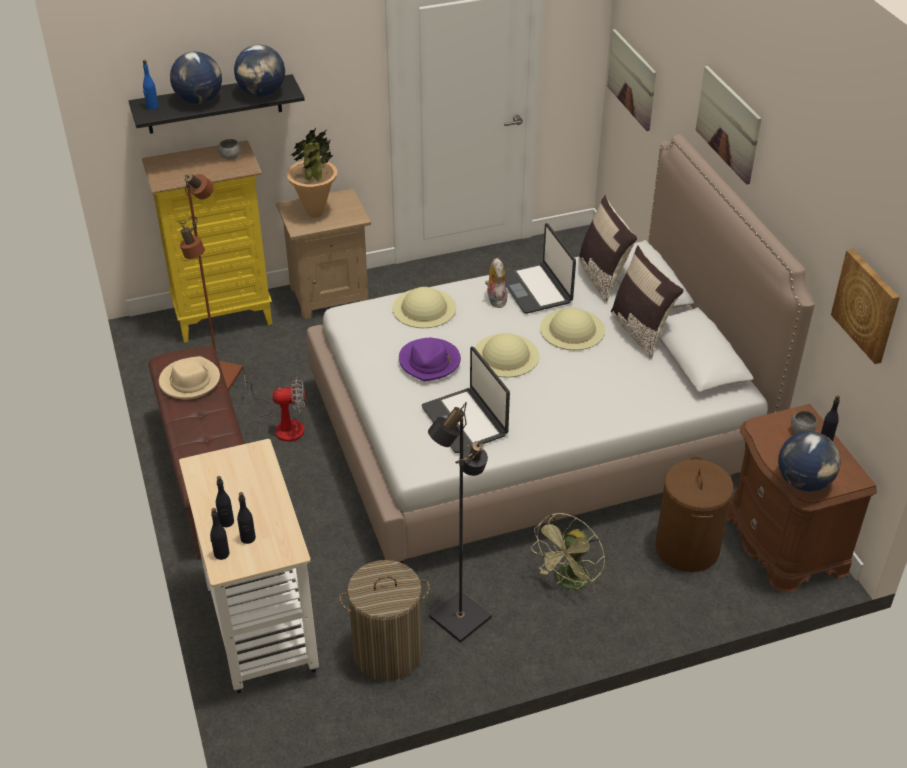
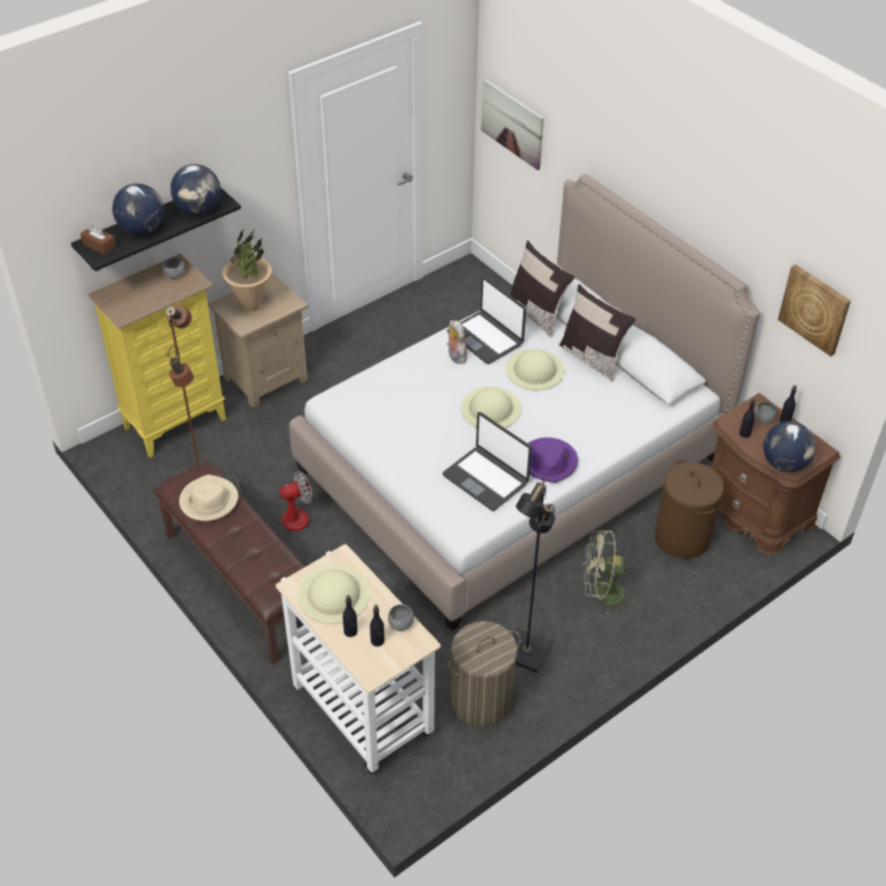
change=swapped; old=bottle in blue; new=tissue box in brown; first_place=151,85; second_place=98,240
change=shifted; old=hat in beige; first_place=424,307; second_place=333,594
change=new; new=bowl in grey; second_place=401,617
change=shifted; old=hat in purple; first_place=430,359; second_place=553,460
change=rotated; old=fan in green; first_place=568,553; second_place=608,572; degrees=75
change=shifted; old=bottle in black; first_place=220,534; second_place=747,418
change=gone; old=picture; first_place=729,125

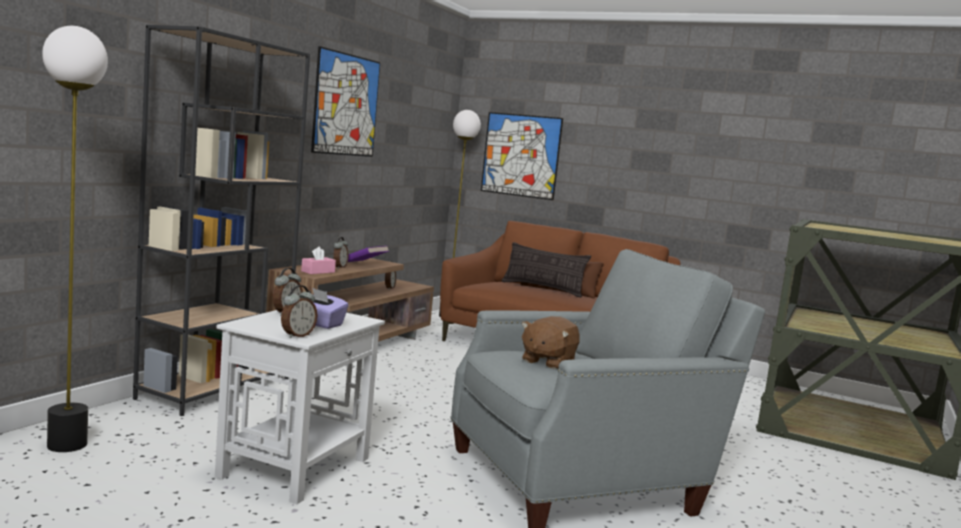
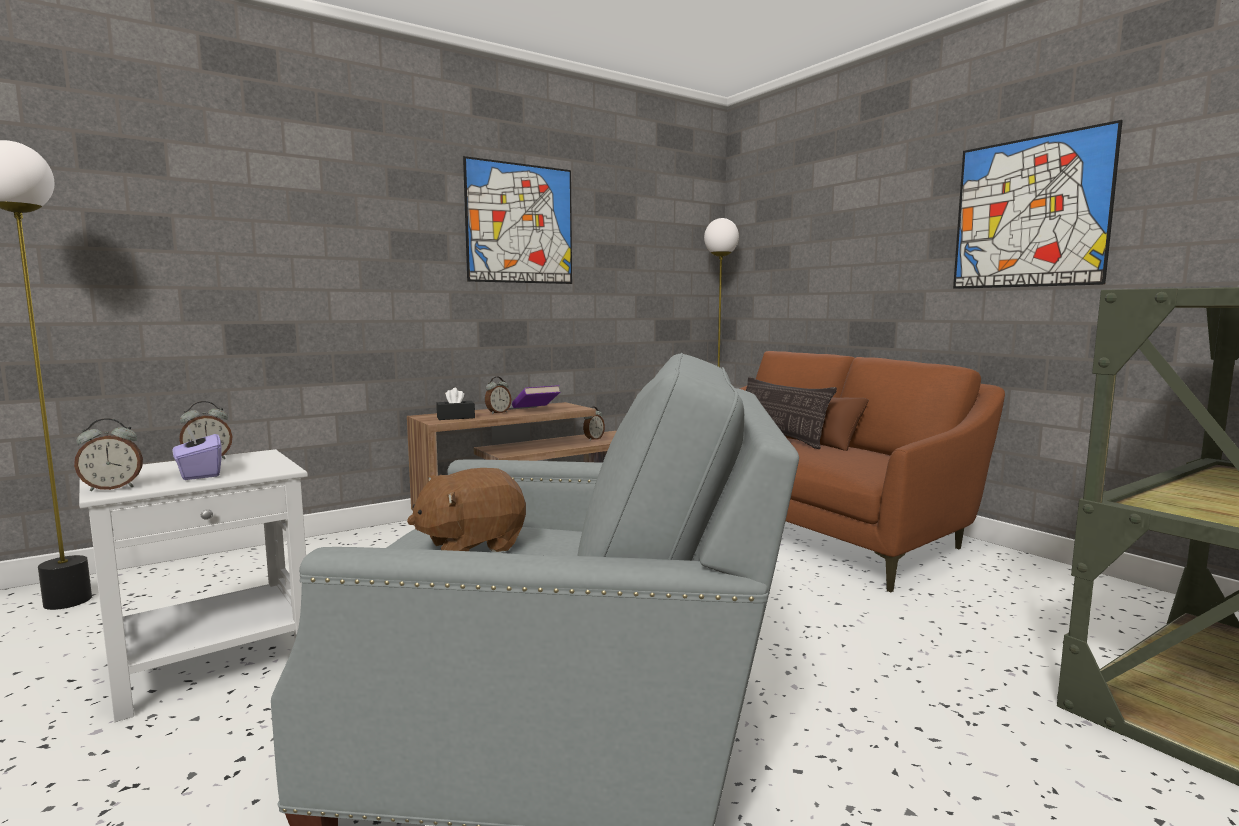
change=repainted; old=tissue box in pink; new=tissue box in black; first_place=318,260; second_place=455,404
change=shifted; old=picture; first_place=522,156; second_place=1038,204
change=gone; old=bookcase; first_place=221,220

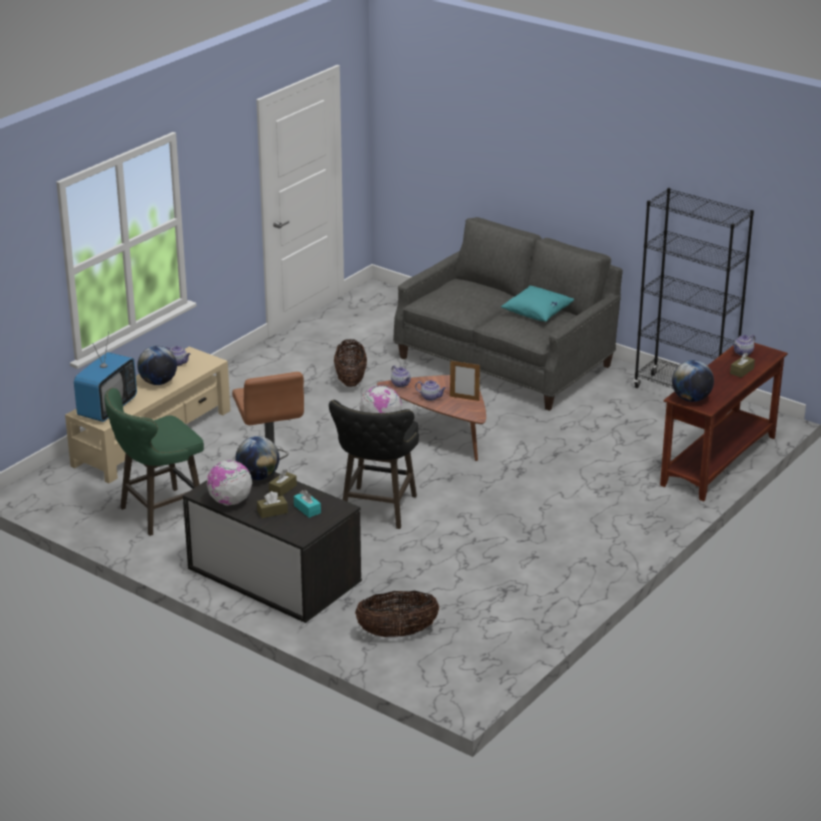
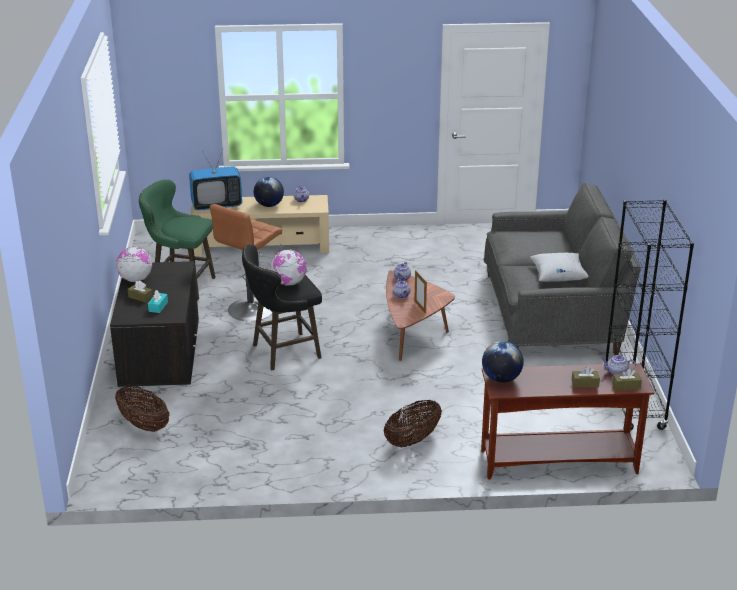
change=shifted; old=basket; first_place=350,363; second_place=413,423
change=repainted; old=pillow in turquoise; new=pillow in grey; first_place=537,304; second_place=559,267
change=shifted; old=tissue box in brown; first_place=283,482; second_place=627,380
change=gone; old=globe; first_place=257,458

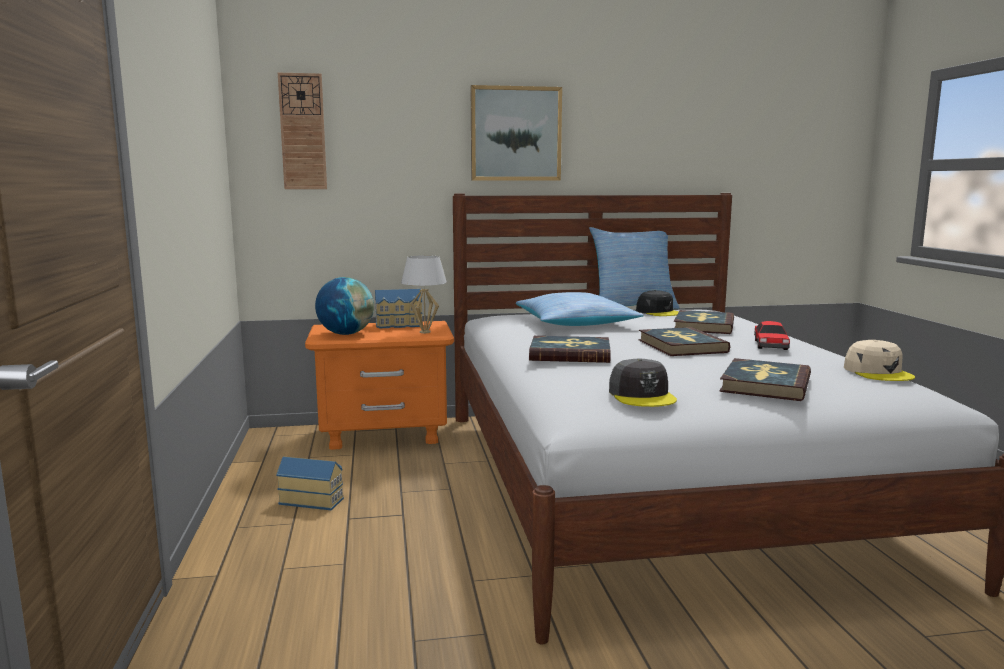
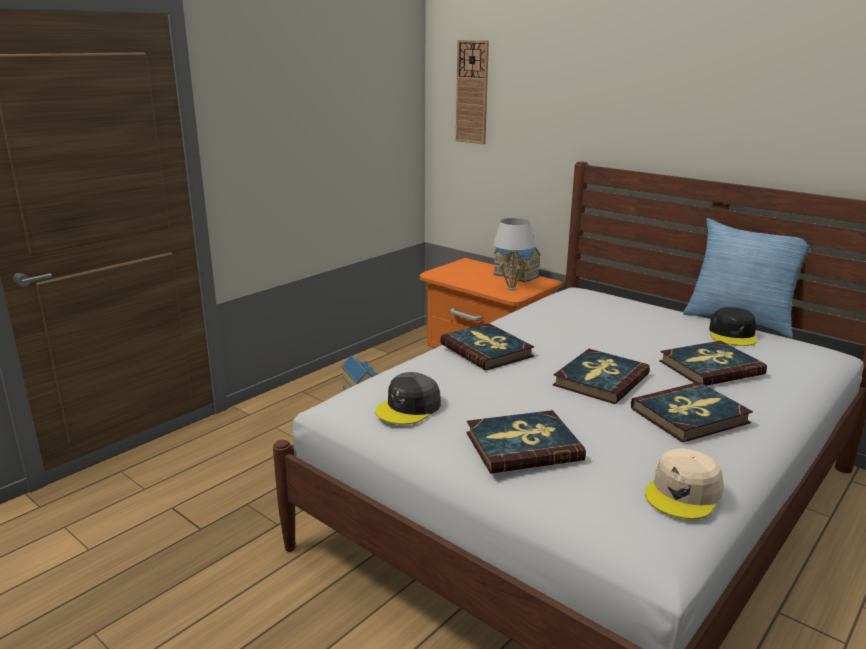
change=swapped; old=toy car; new=book; first_place=772,335; second_place=692,412
change=gone; old=globe; first_place=344,306
change=gone; old=picture; first_place=516,132
change=gone; old=pillow; first_place=580,309

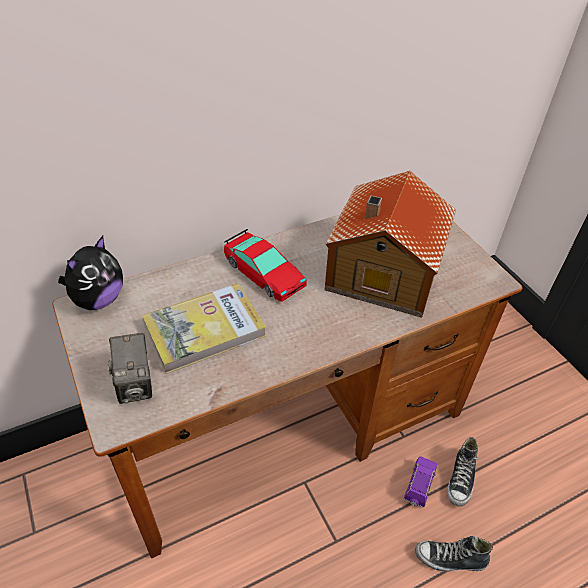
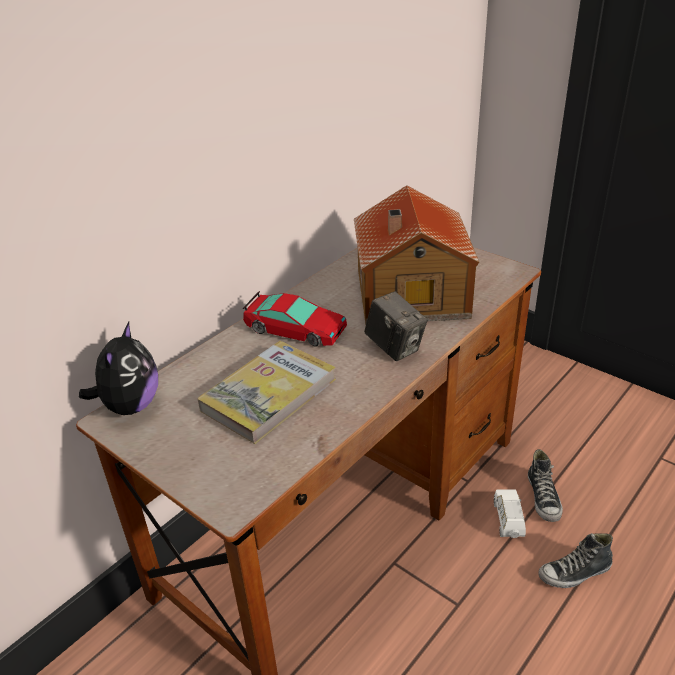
change=shifted; old=photo camera; first_place=130,368; second_place=396,326
change=repainted; old=toy car in purple; new=toy car in white; first_place=420,482; second_place=510,513

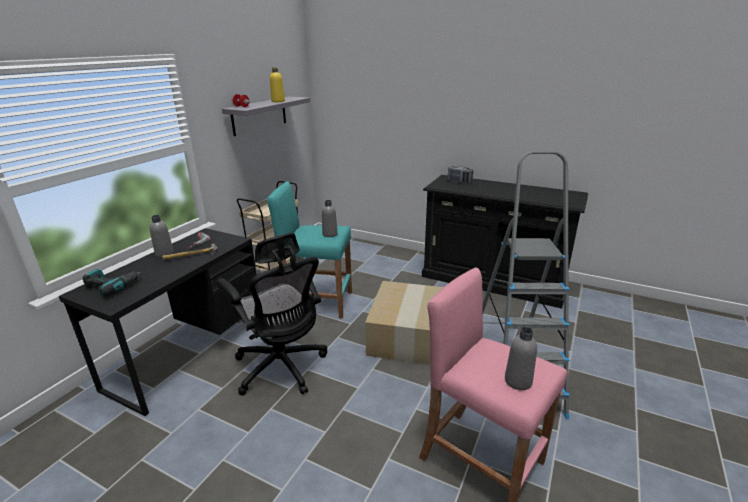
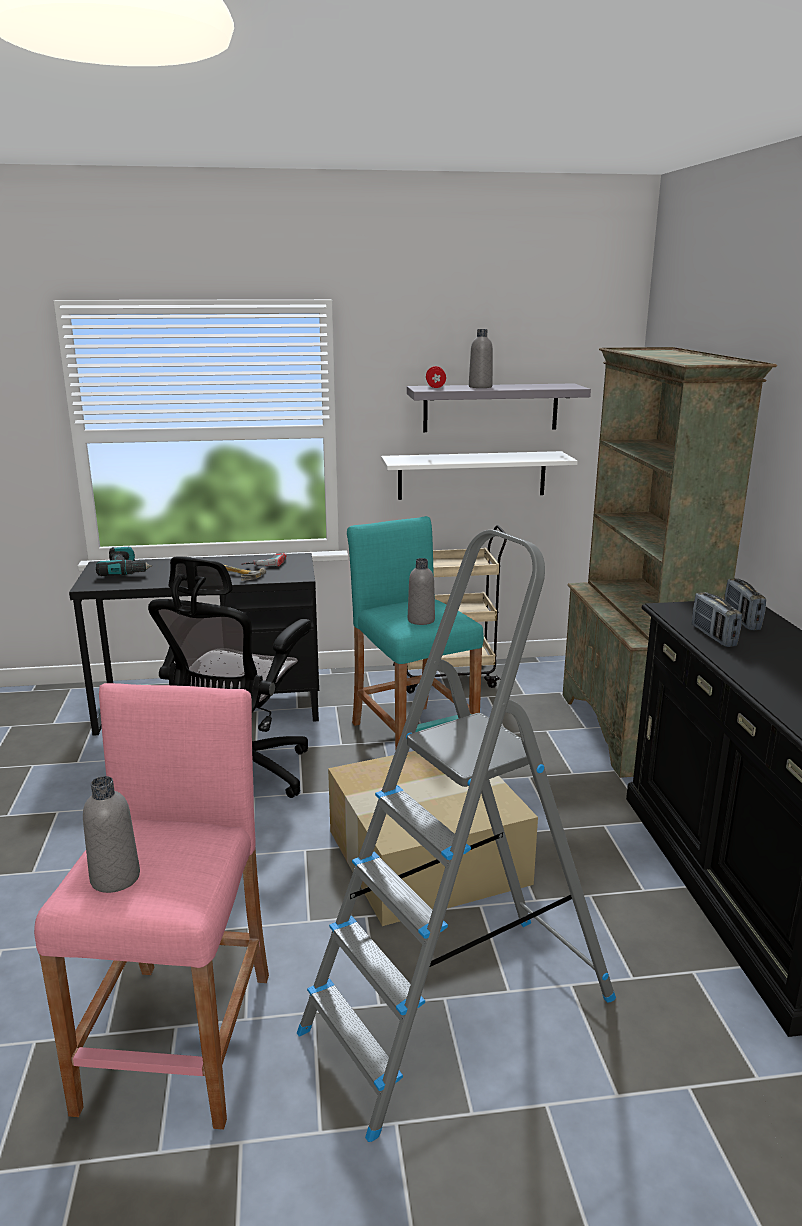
change=new; new=shelf in white; second_place=479,475
change=shifted; old=bottle in grey; first_place=162,236; second_place=481,358
change=new; new=bookcase in green; second_place=670,562
change=new; new=radio; second_place=717,619
change=gone; old=bottle in yellow; first_place=277,85

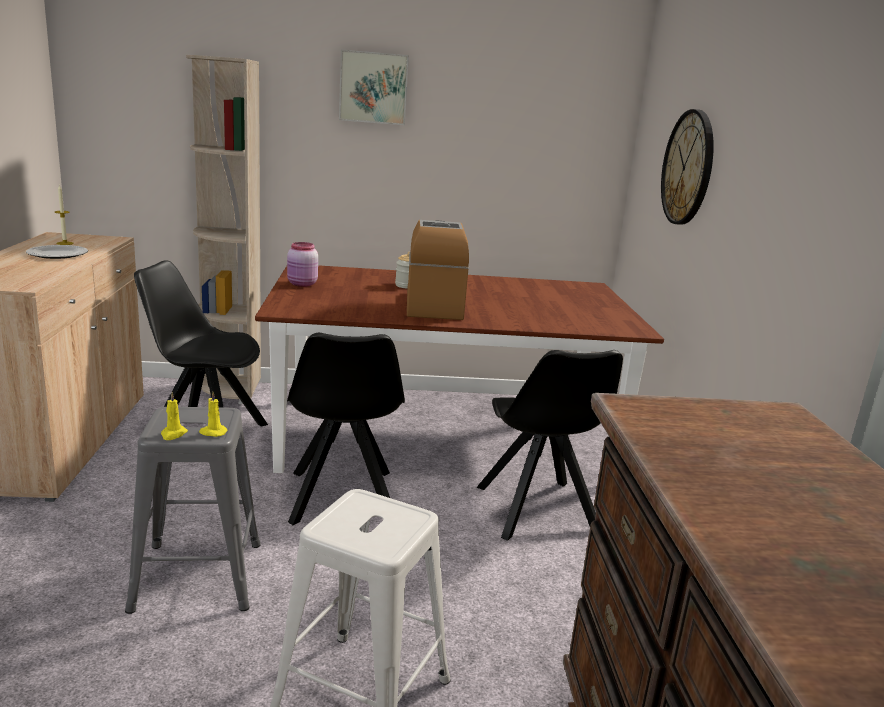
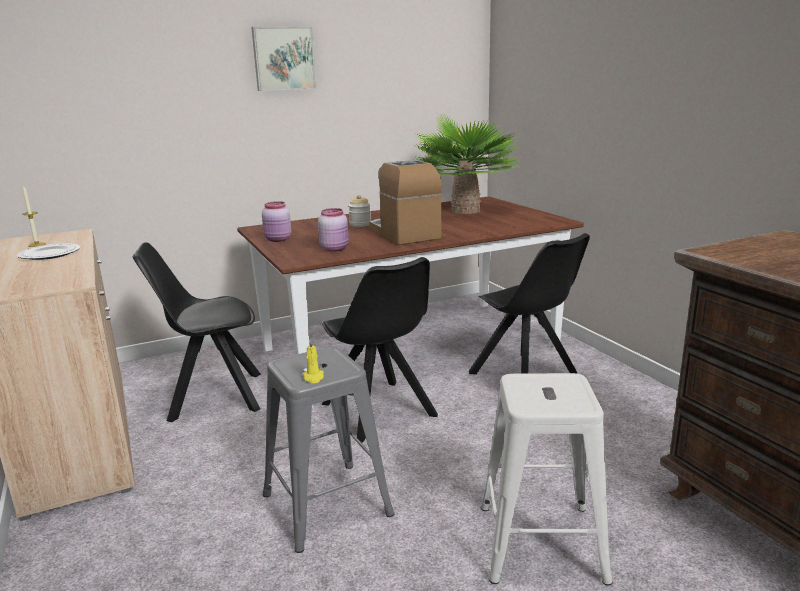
change=new; new=jar in pink; second_place=333,230
change=new; new=potted plant; second_place=468,164
change=gone; old=bookcase in beige; first_place=223,229
change=gone; old=candle in yellow; first_place=213,414
change=gone; old=wall clock; first_place=687,167

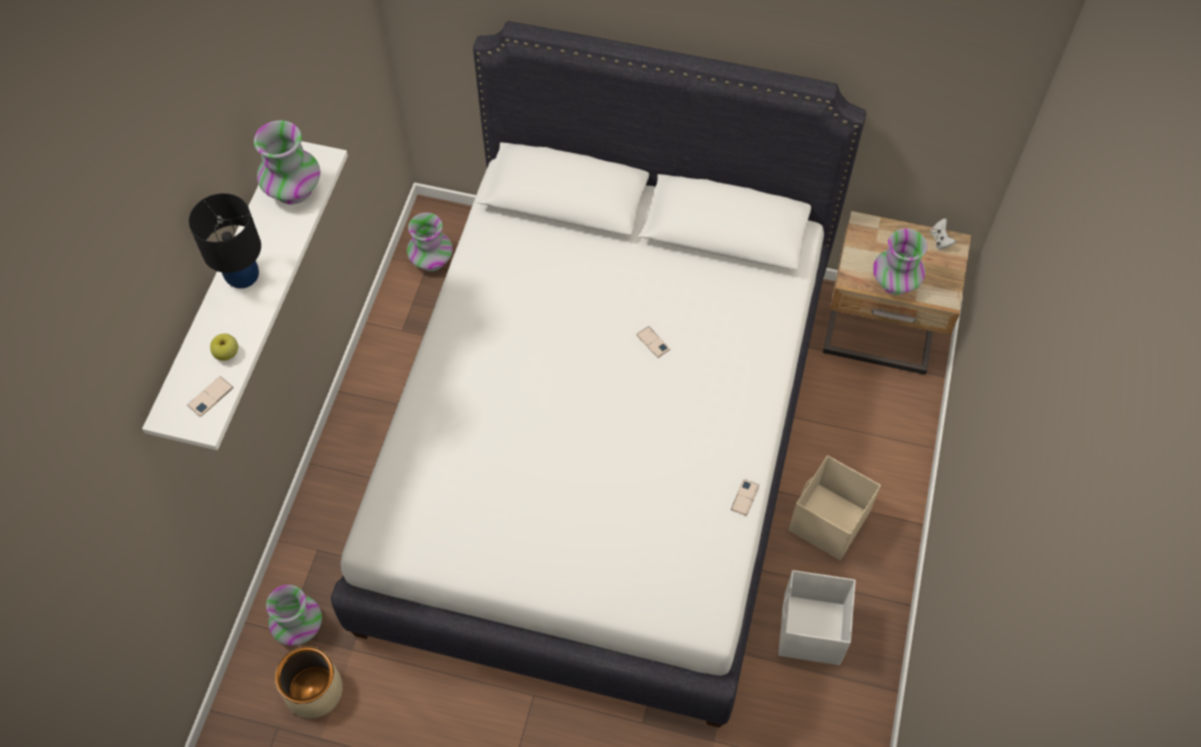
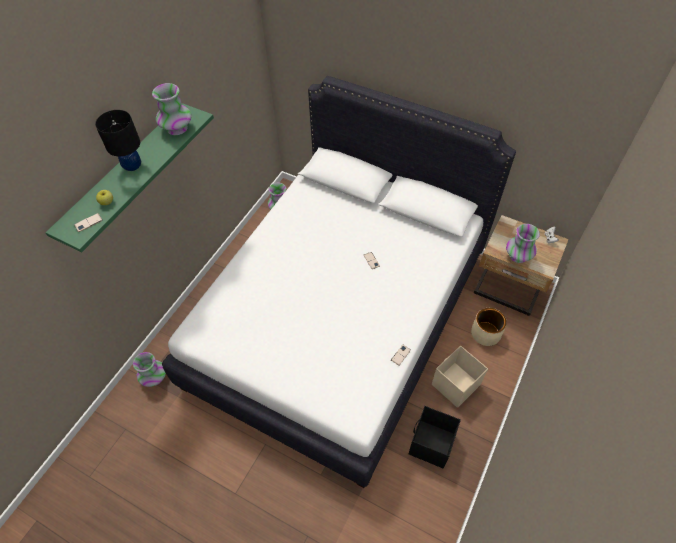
change=repainted; old=shelf in white; new=shelf in green; first_place=245,295; second_place=129,178
change=repainted; old=storage box in white; new=storage box in black; first_place=817,617; second_place=435,437
change=shifted; old=planter in beige; first_place=309,682; second_place=489,327

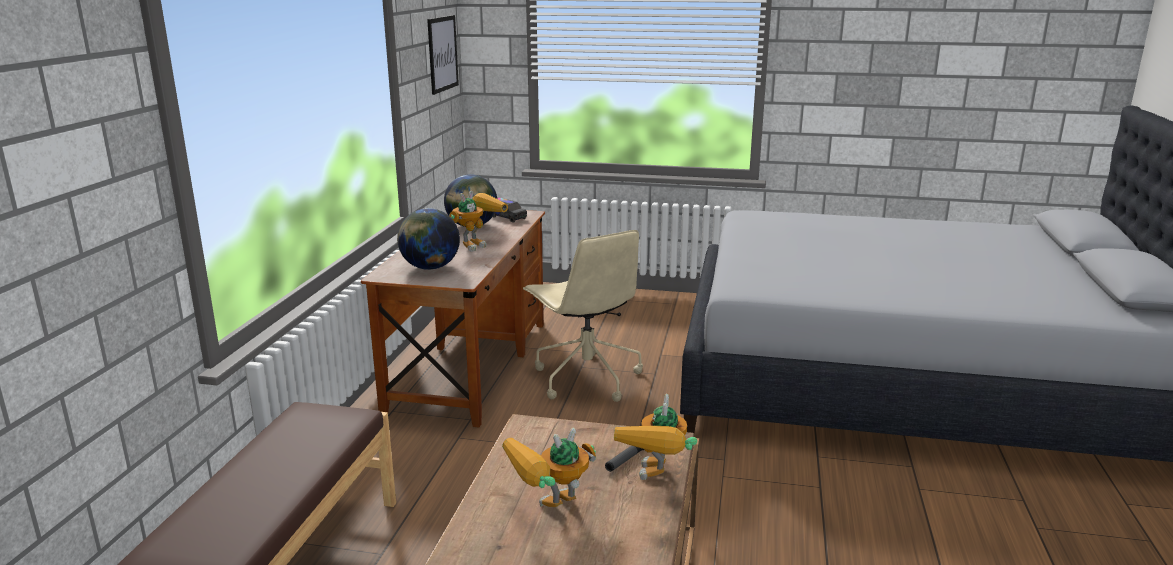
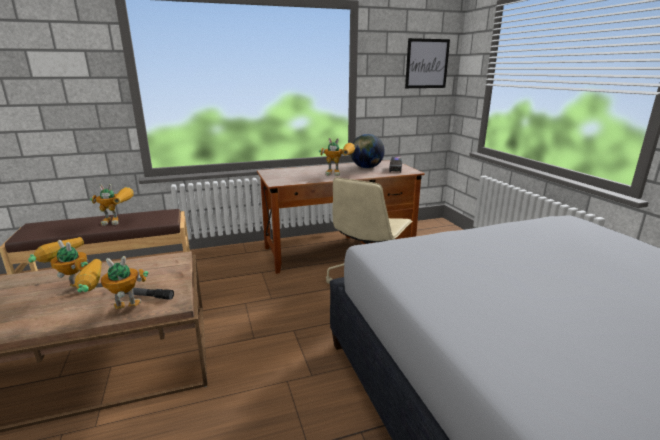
change=new; new=toy robot; second_place=112,205
change=gone; old=globe; first_place=428,239

